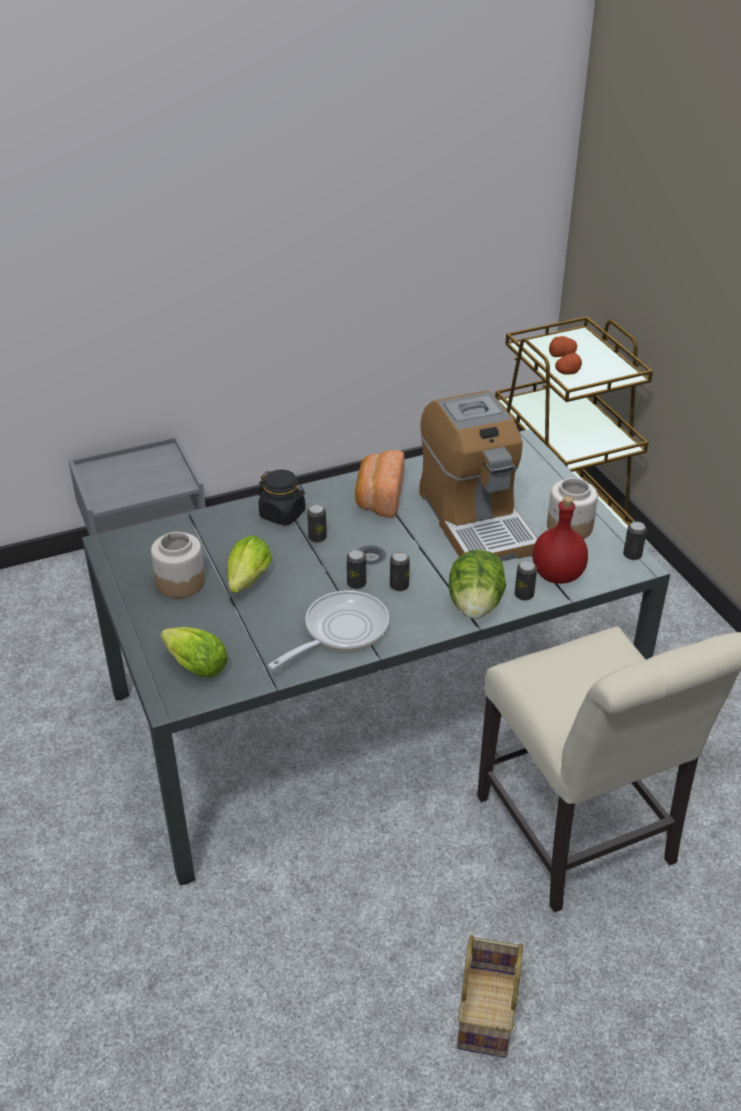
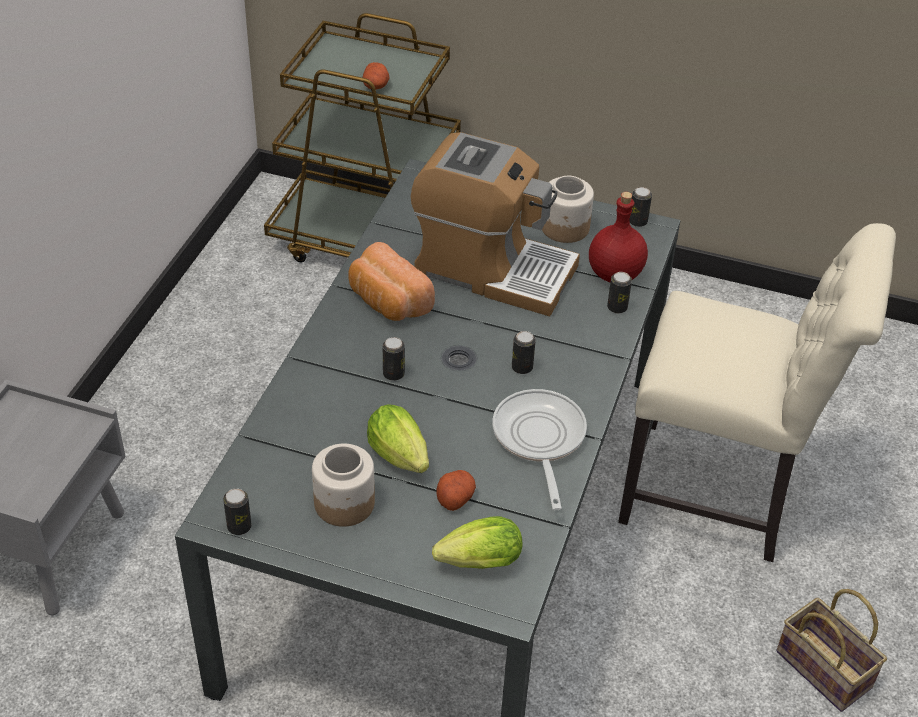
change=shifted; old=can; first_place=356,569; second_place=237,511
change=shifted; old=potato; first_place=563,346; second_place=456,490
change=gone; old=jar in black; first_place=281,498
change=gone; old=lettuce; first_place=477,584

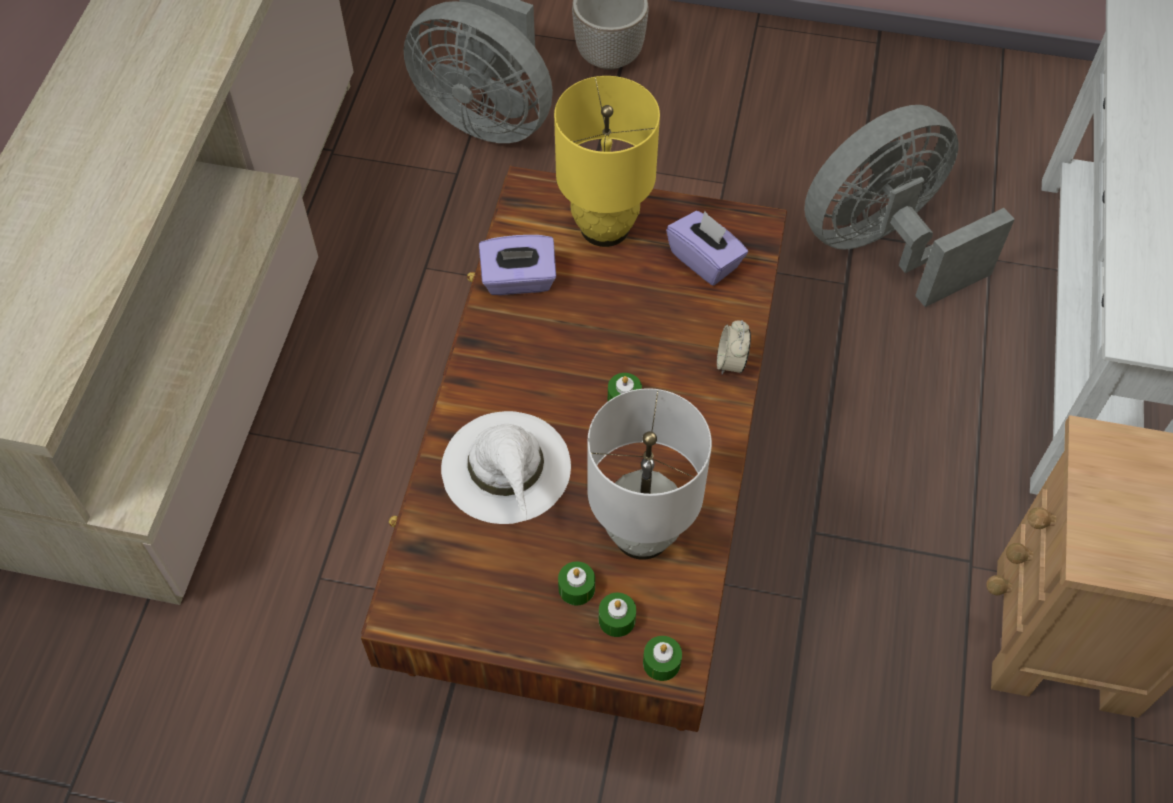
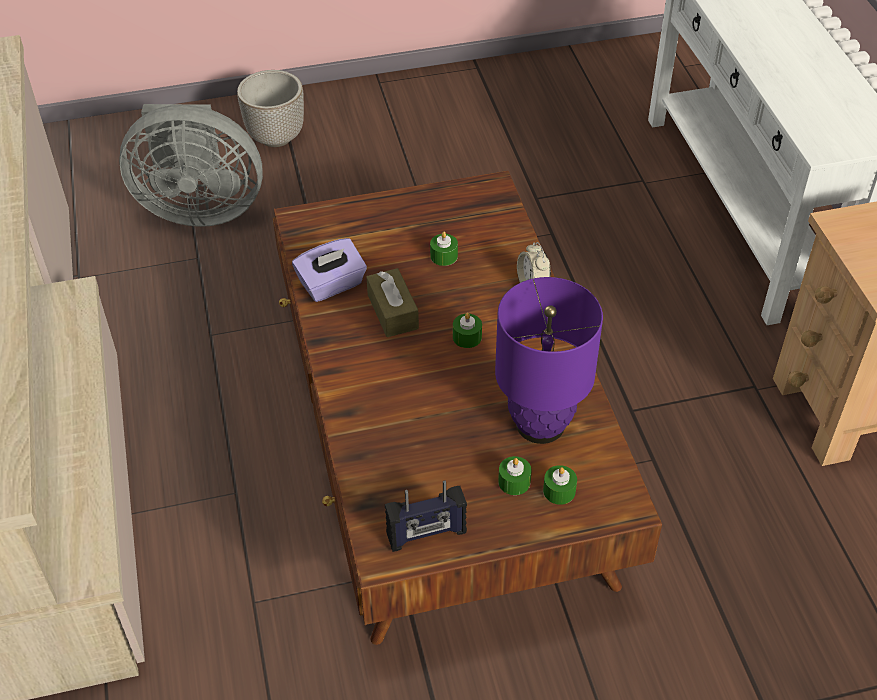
change=new; new=tissue box in brown; second_place=392,302
change=new; new=radio; second_place=426,516
change=shifted; old=candle in green; first_place=662,658; second_place=444,249
change=repainted; old=table lamp in white; new=table lamp in purple; first_place=649,474; second_place=549,360
change=gone; old=hat in white; first_place=506,467
change=gone; old=table lamp in yellow; first_place=607,161
change=gone; old=tissue box in purple; first_place=707,248
change=gone; old=fan in grey; first_place=909,206

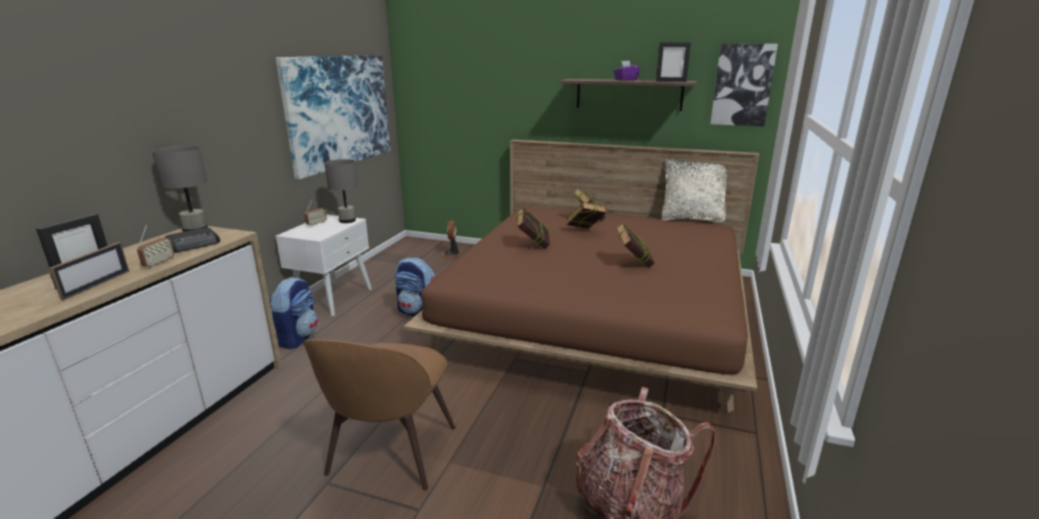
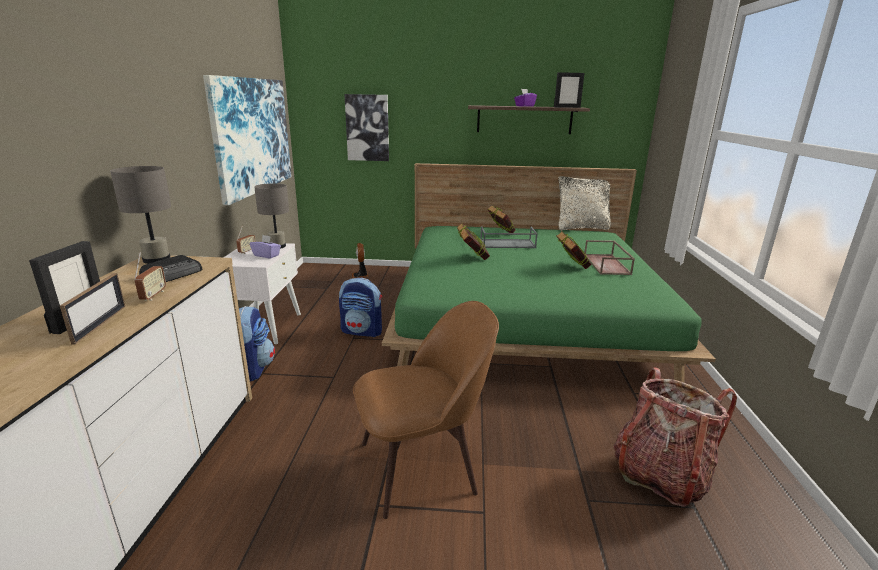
change=new; new=tissue box in purple; second_place=265,247
change=shifted; old=picture; first_place=744,85; second_place=366,127
change=rotated; old=chair in brown; first_place=379,415; second_place=426,410; degrees=-105
change=repainted; old=bed in brown; new=bed in green; first_place=581,276; second_place=549,272
change=swapped; old=book; new=tray in grey; first_place=586,215; second_place=509,237
change=new; new=tray in brown; second_place=609,257

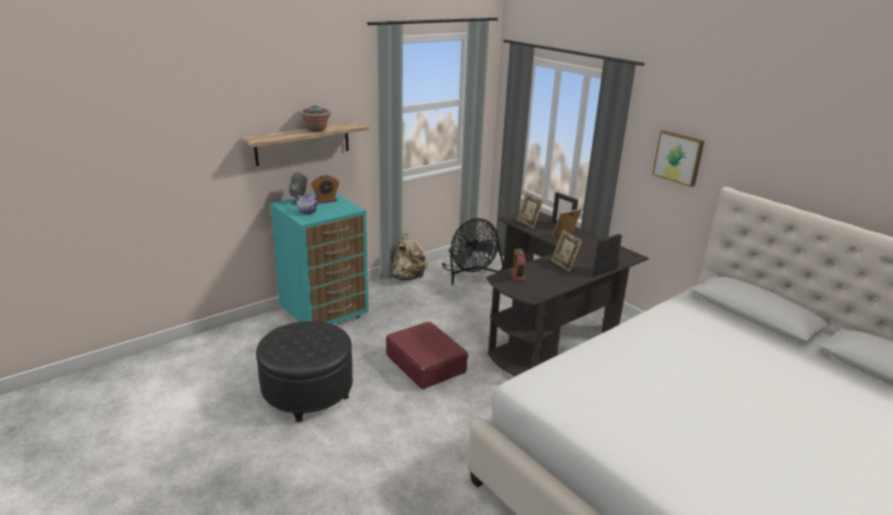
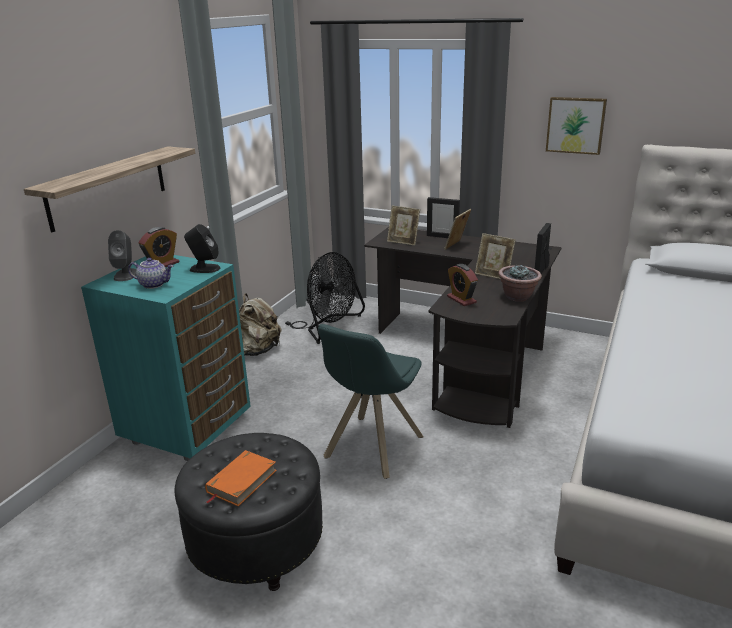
change=new; new=speaker in black; second_place=202,248
change=new; new=book in orange; second_place=241,478
change=swapped; old=suitcase in red; new=chair in turquoise; first_place=427,355; second_place=371,401
change=shifted; old=potted plant; first_place=315,119; second_place=520,283

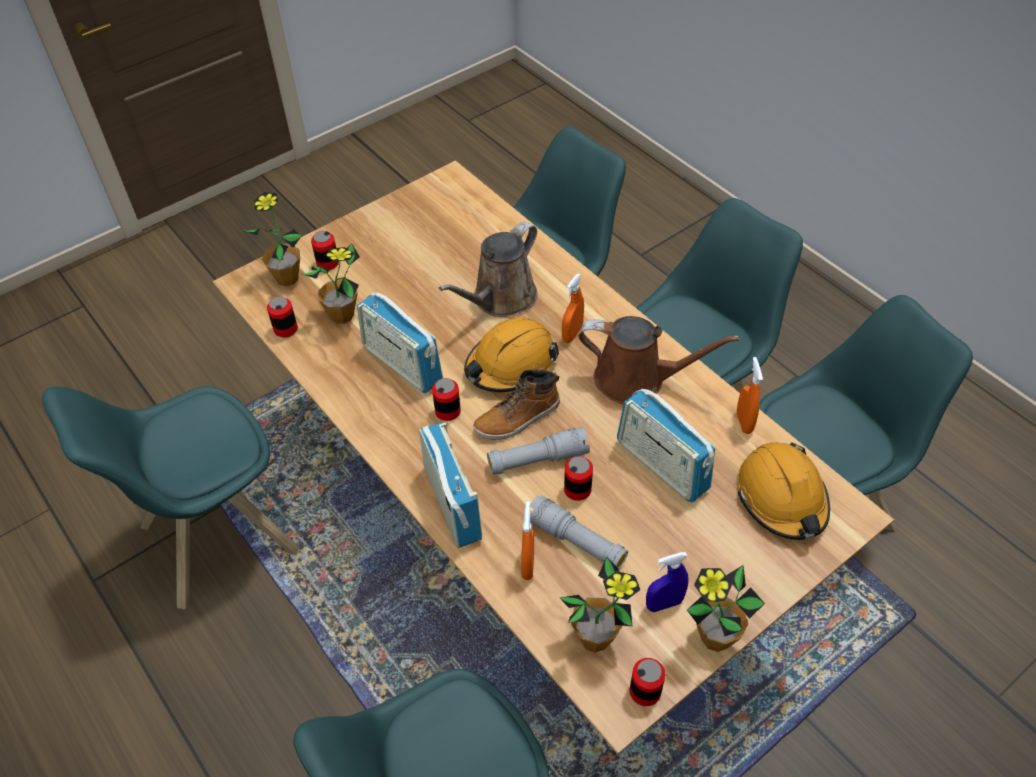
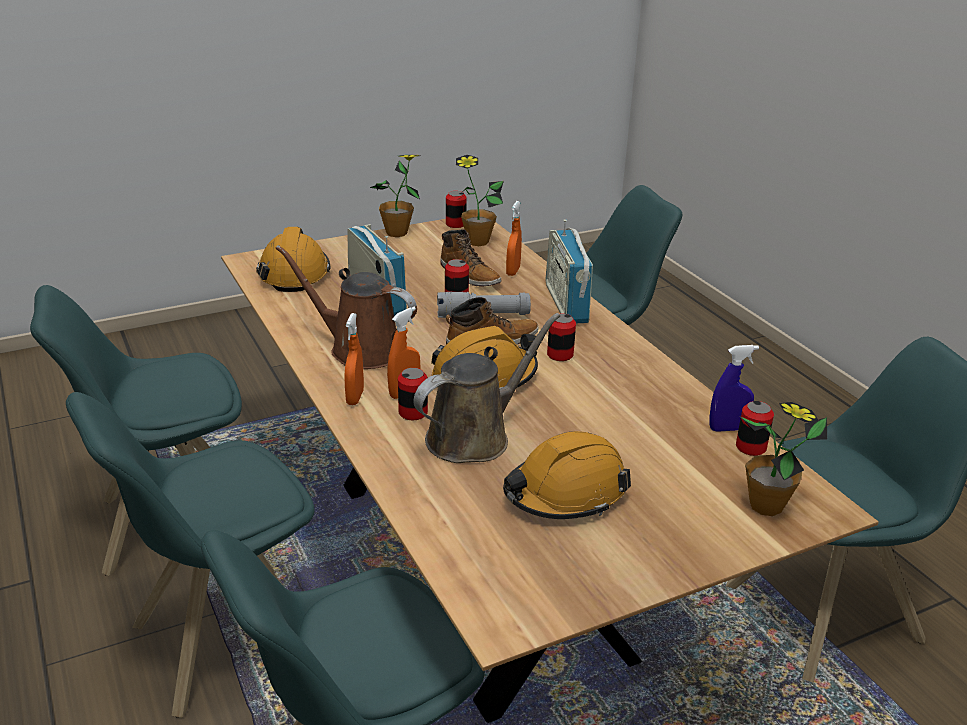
change=shifted; old=spray bottle in orange; first_place=750,395; second_place=354,359
change=shifted; old=can; first_place=325,250; second_place=413,394
change=swapped; old=flashlight in grey; new=boot; first_place=579,532; second_place=470,258
change=new; new=hard hat in orange; second_place=567,475
change=shifted; old=spray bottle in blue; first_place=667,582; second_place=734,388
change=gone; old=potted plant; first_place=331,283
change=gone; old=radio; first_place=400,342

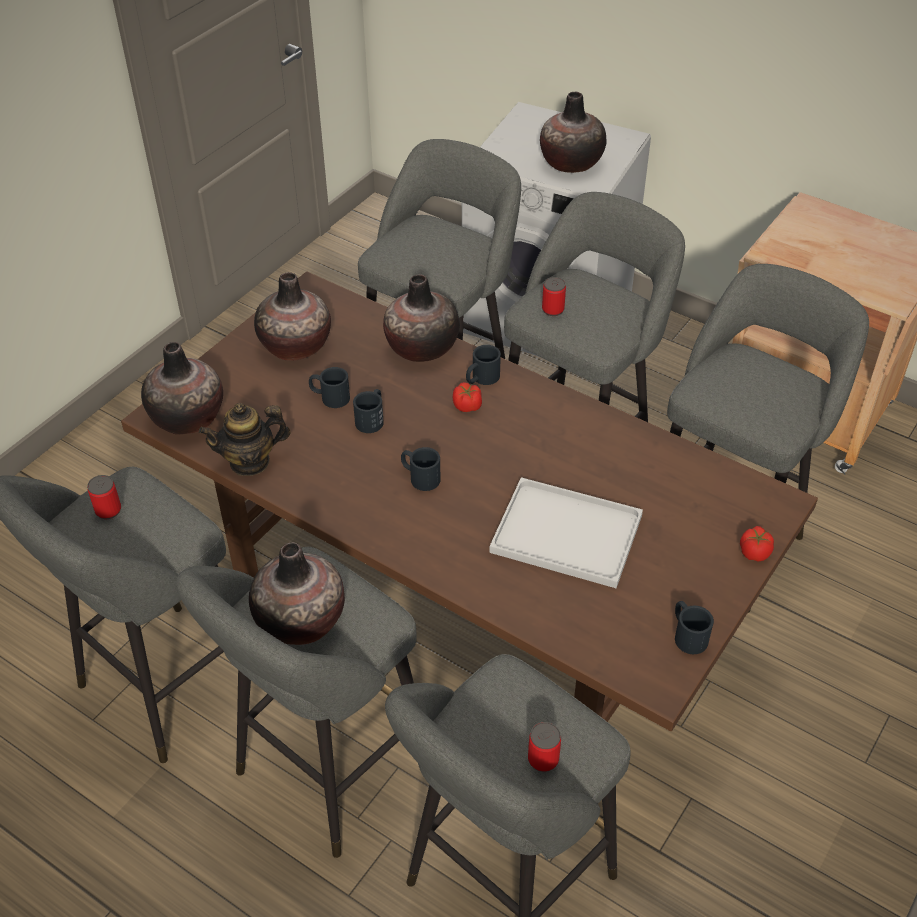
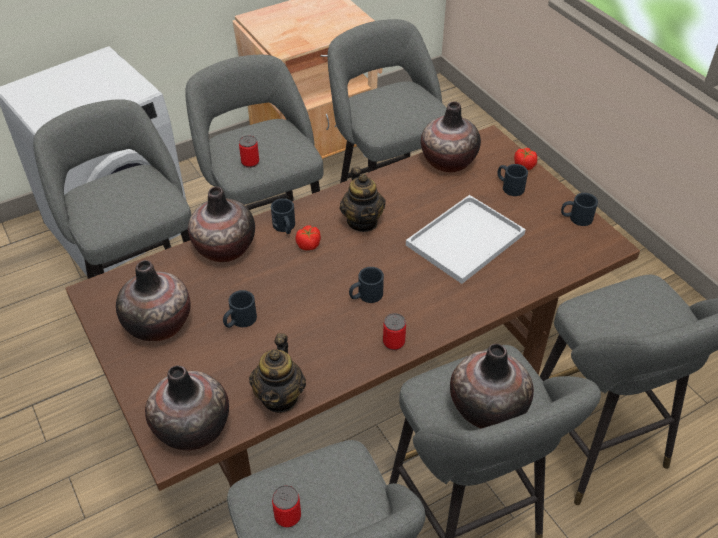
change=new; new=teapot; second_place=363,199
change=shifted; old=can; first_place=544,747; second_place=394,331
change=shifted; old=vase; first_place=573,132; second_place=451,137
change=shifted; old=mug in black; first_place=368,411; second_place=513,180

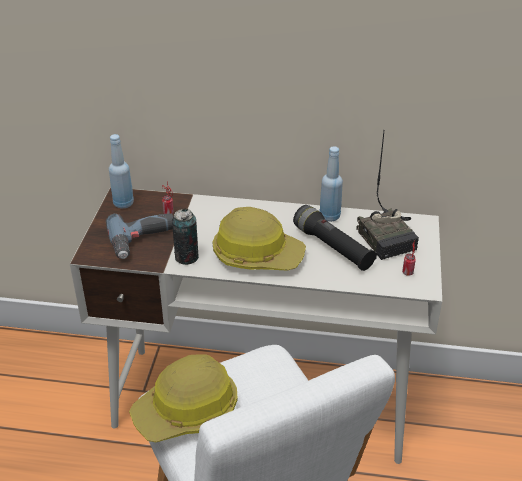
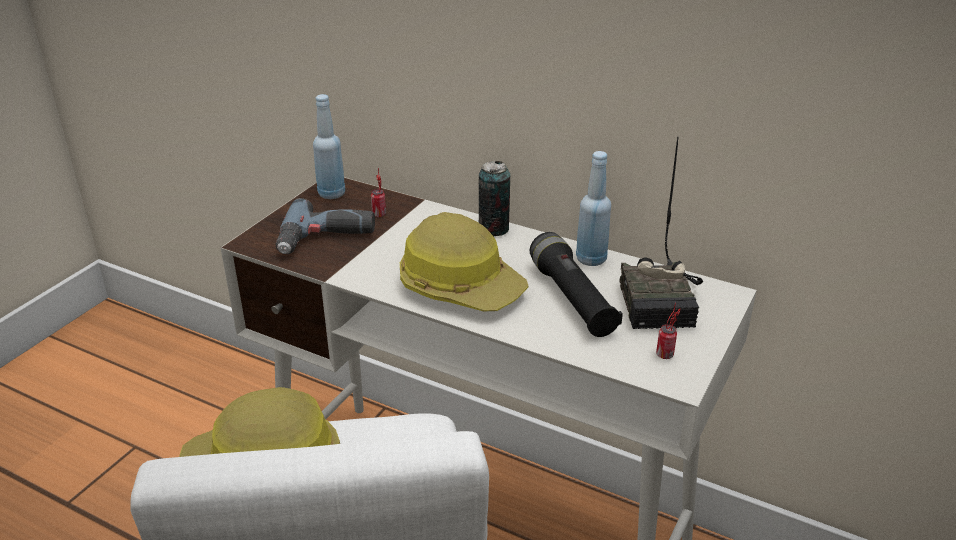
change=shifted; old=can; first_place=185,237; second_place=494,198

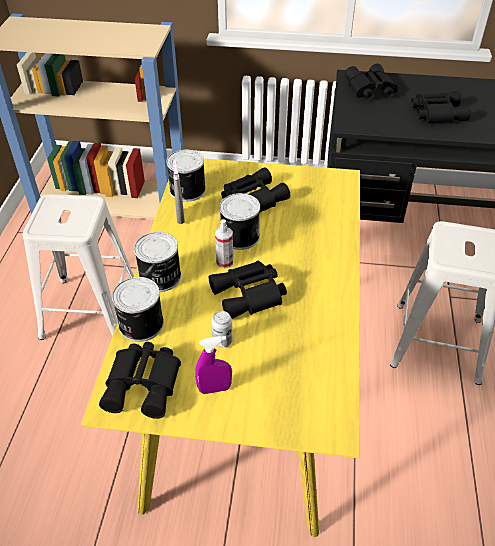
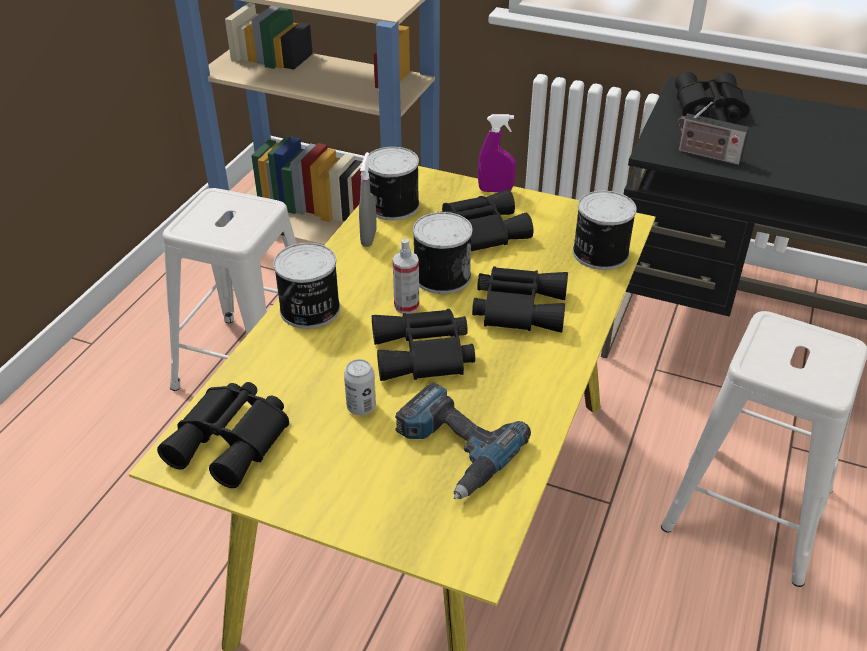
change=new; new=power drill; second_place=463,440
change=shifted; old=binoculars in black; first_place=441,107; second_place=520,299
change=shifted; old=spray bottle in purple; first_place=213,365; second_place=497,153
change=shifted; old=can; first_place=138,309; second_place=605,230
change=new; new=radio; second_place=713,133

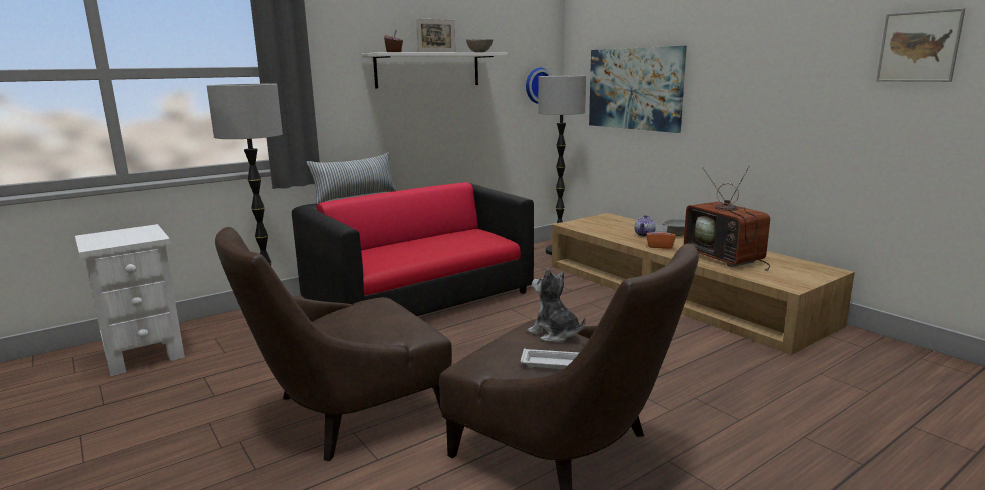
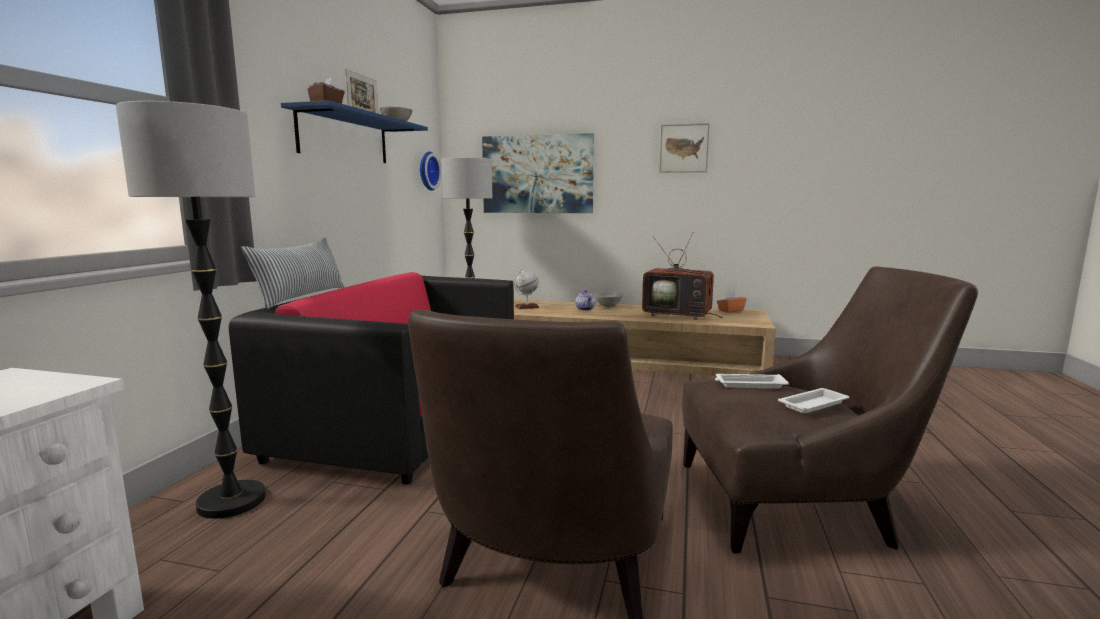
change=repainted; old=shelf in white; new=shelf in blue; first_place=434,70; second_place=354,131
change=new; new=globe; second_place=527,289
change=shifted; old=picture; first_place=920,45; second_place=684,148
change=swapped; old=plush toy; new=tray in white; first_place=556,305; second_place=752,381
change=shifted; old=tissue box in orange; first_place=661,236; second_place=732,302

